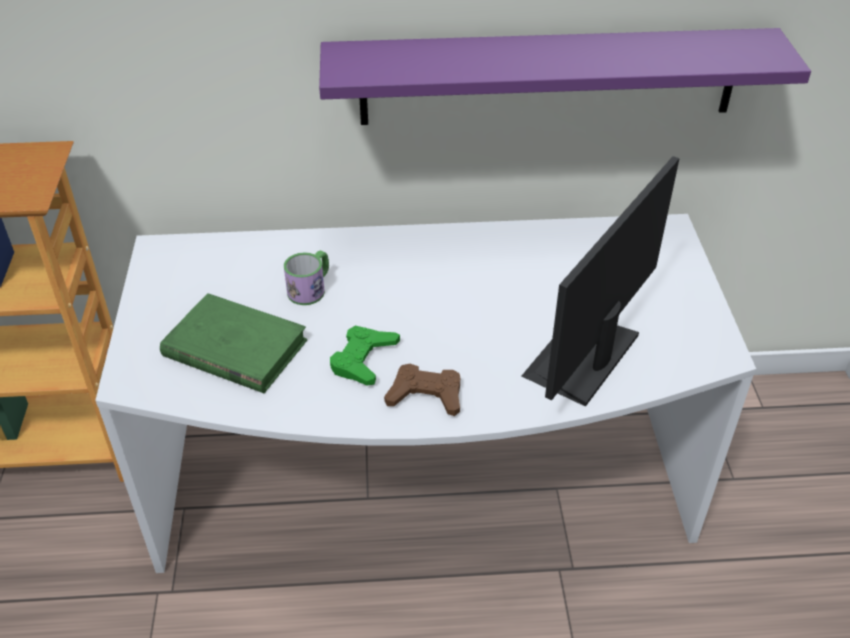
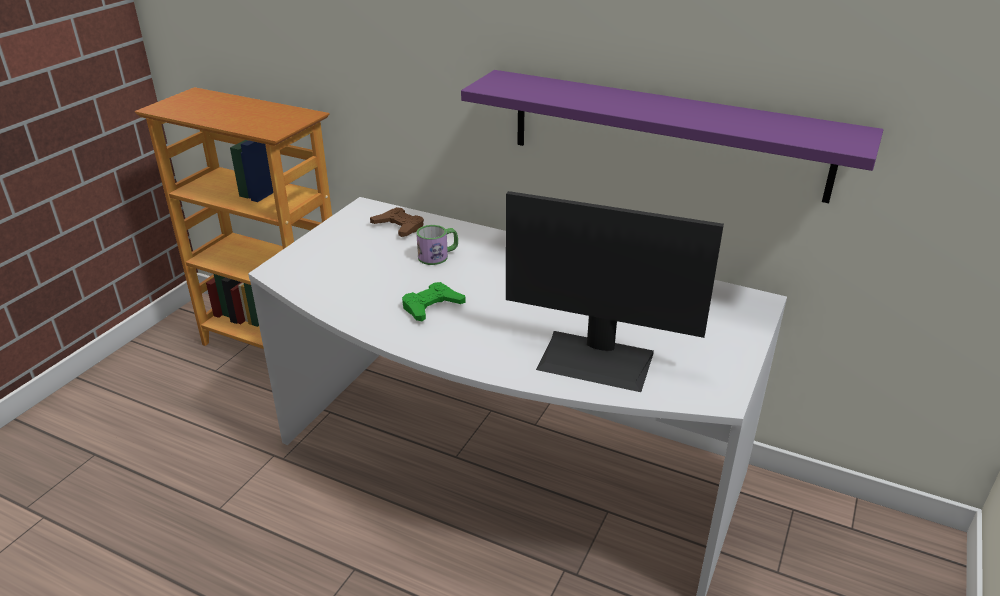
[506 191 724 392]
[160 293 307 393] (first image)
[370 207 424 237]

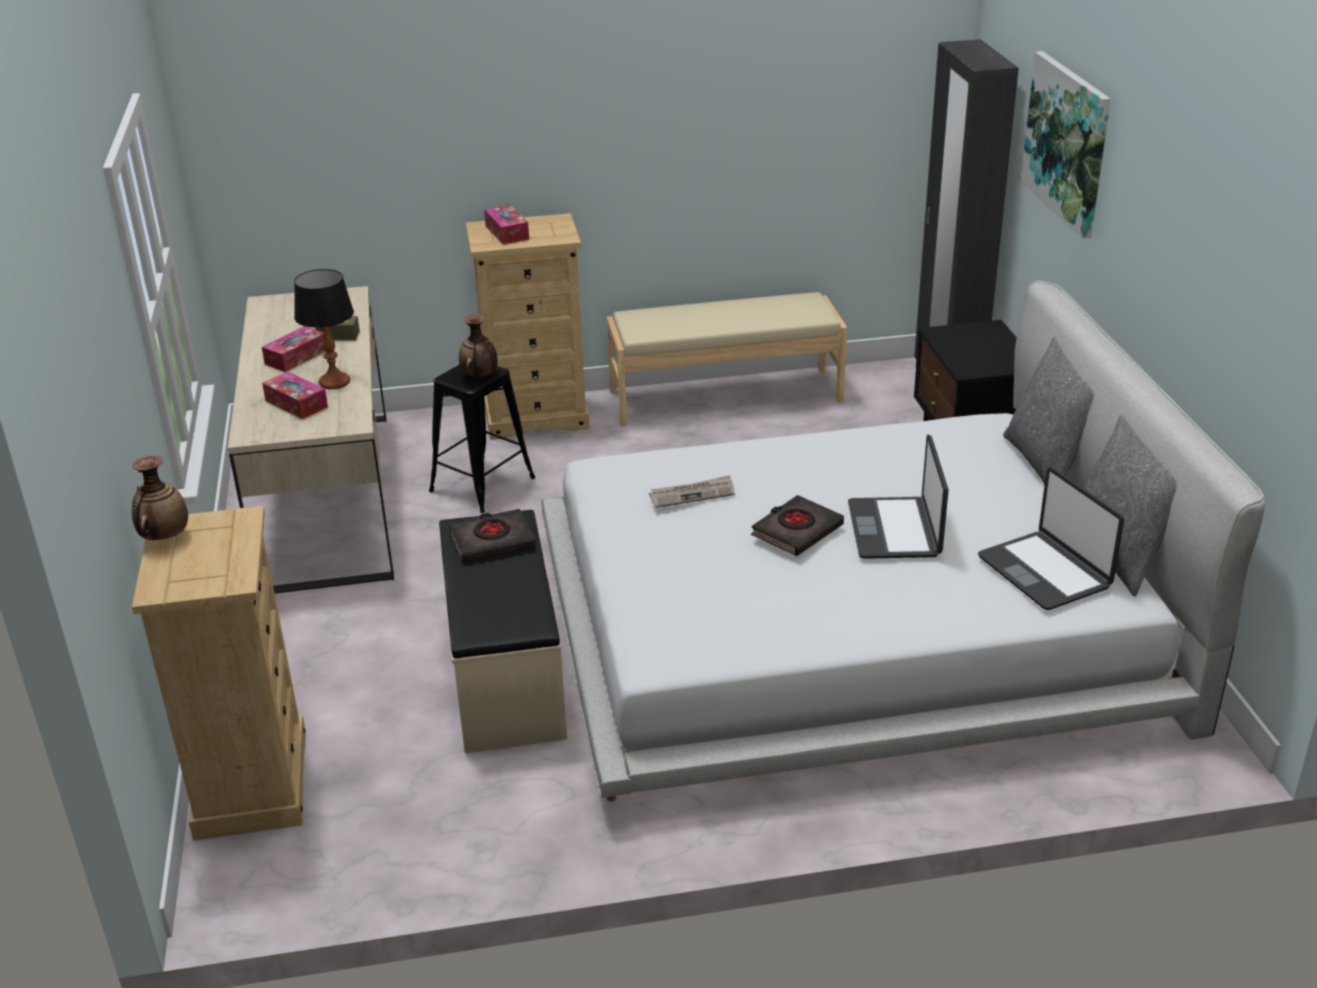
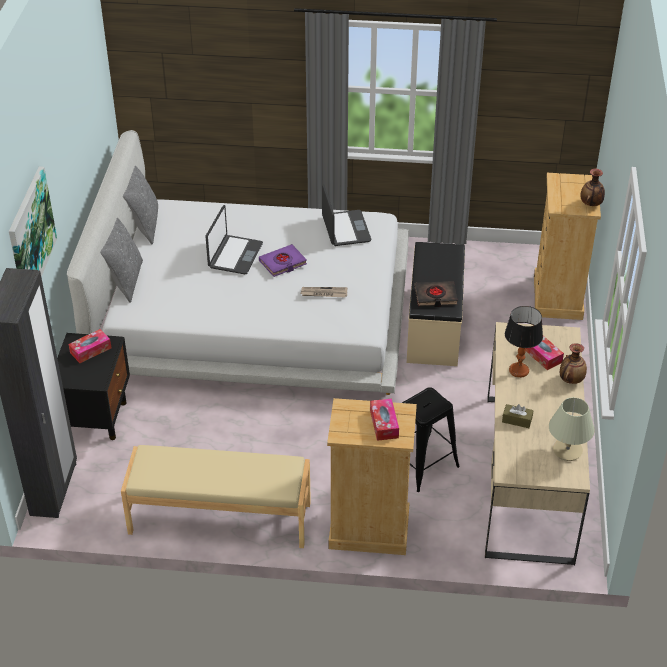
[560 343 587 384]
[69 329 111 363]
[322 184 371 246]
[259 244 307 277]
[549 397 595 461]

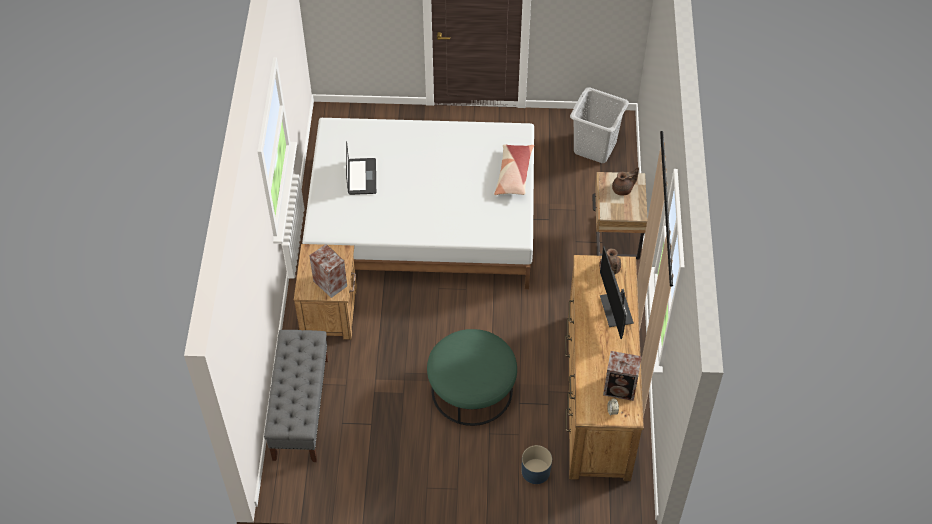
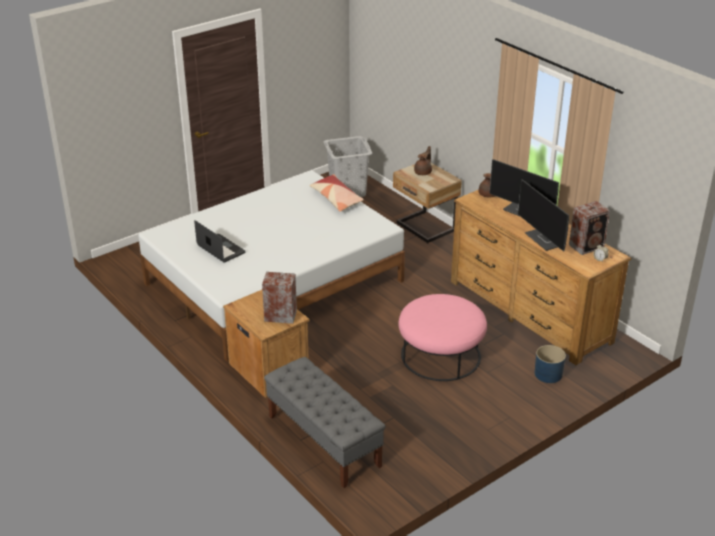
[399 294 487 381]
[518 179 569 252]

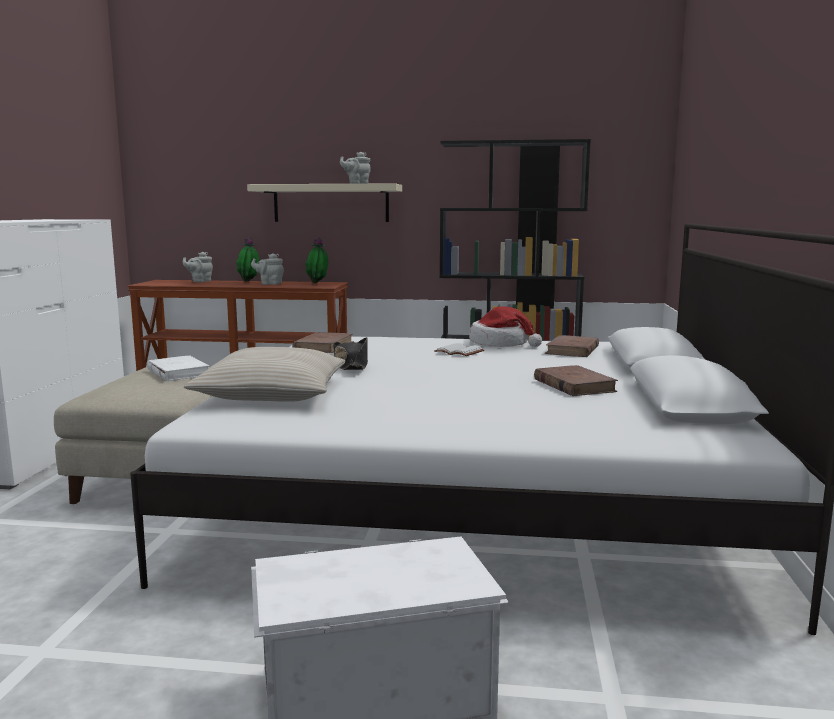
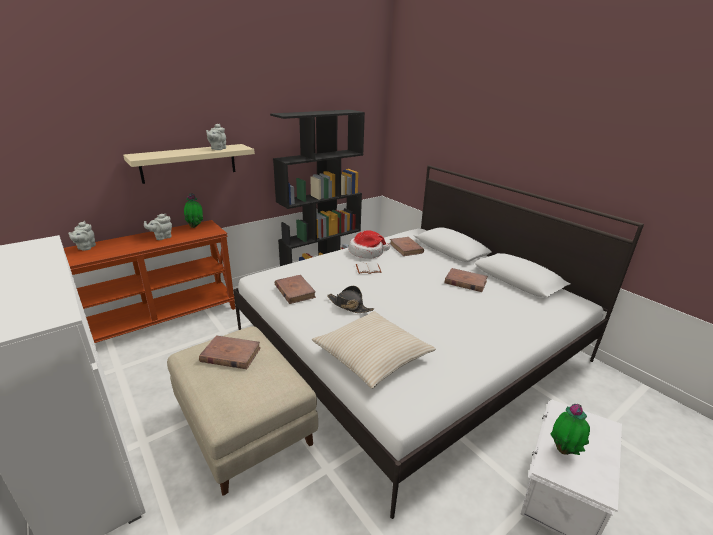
[550 404 590 455]
[199 335 261 369]

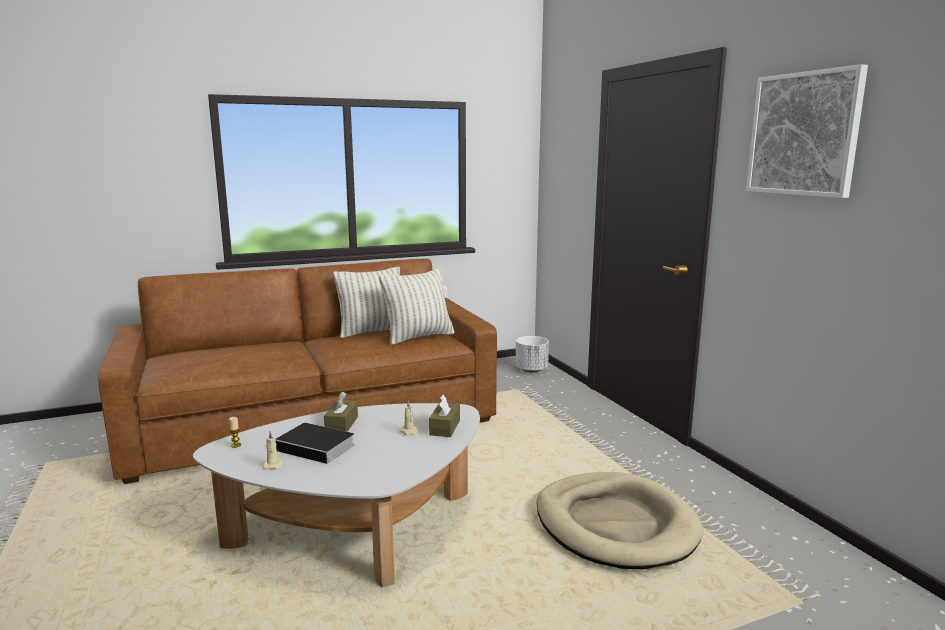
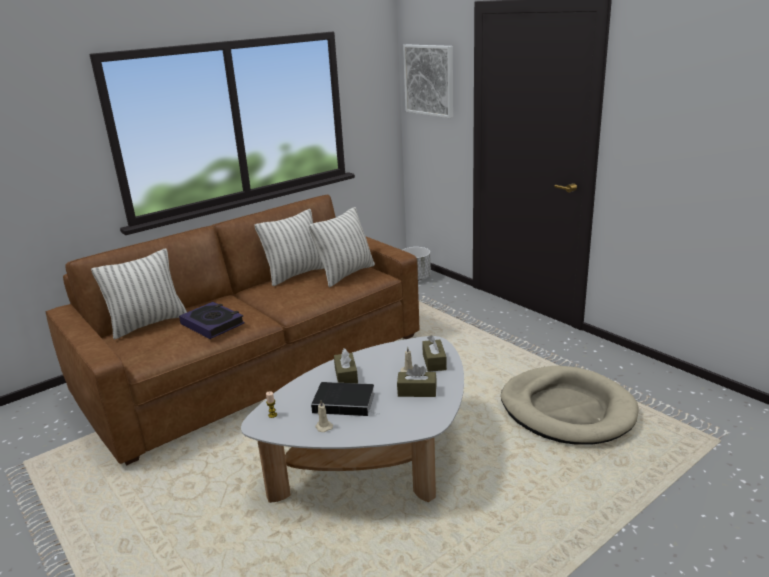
[403 45 453 118]
[91 248 187 340]
[179 302 245 339]
[397 364 437 397]

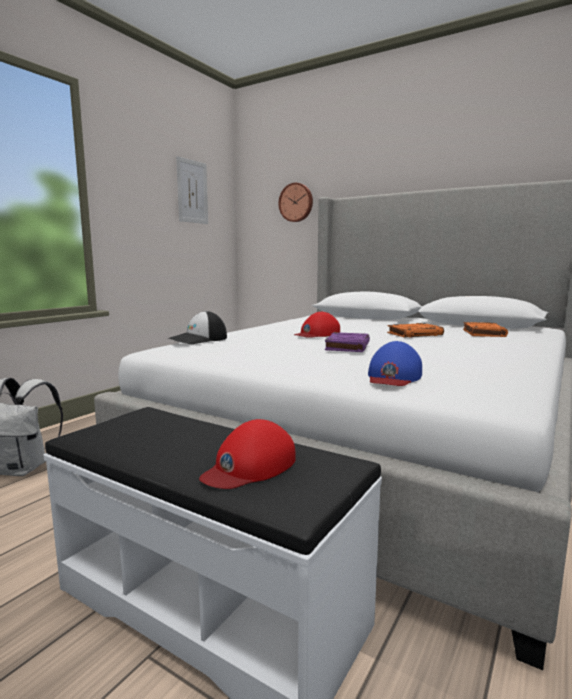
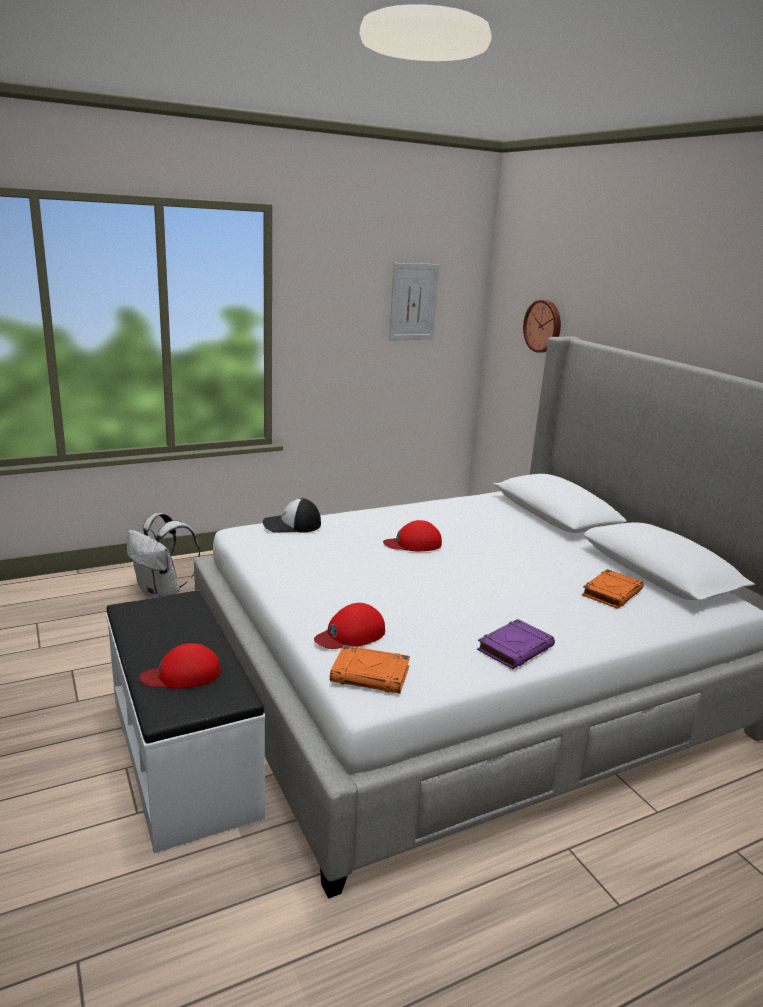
[330 645 410 694]
[477 619 555 669]
[314 603 385 649]

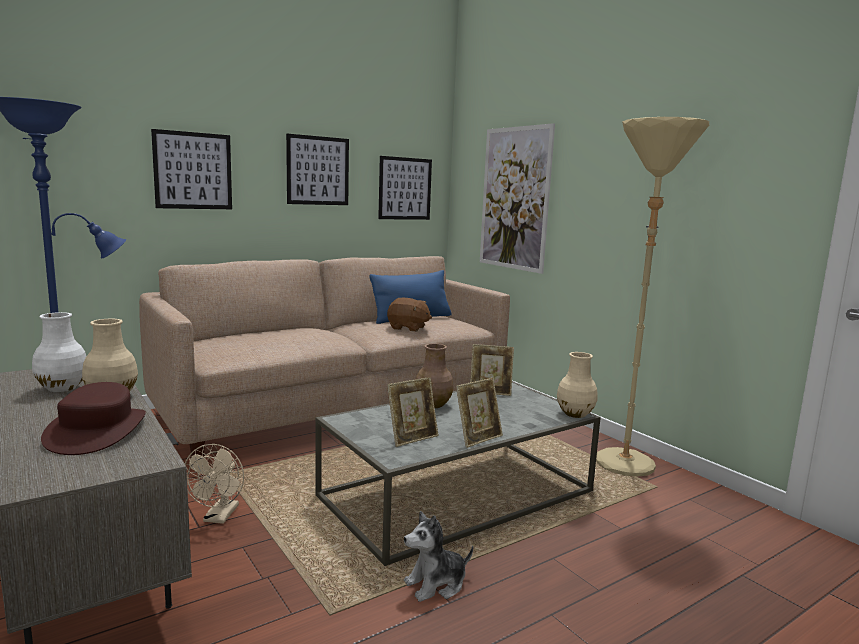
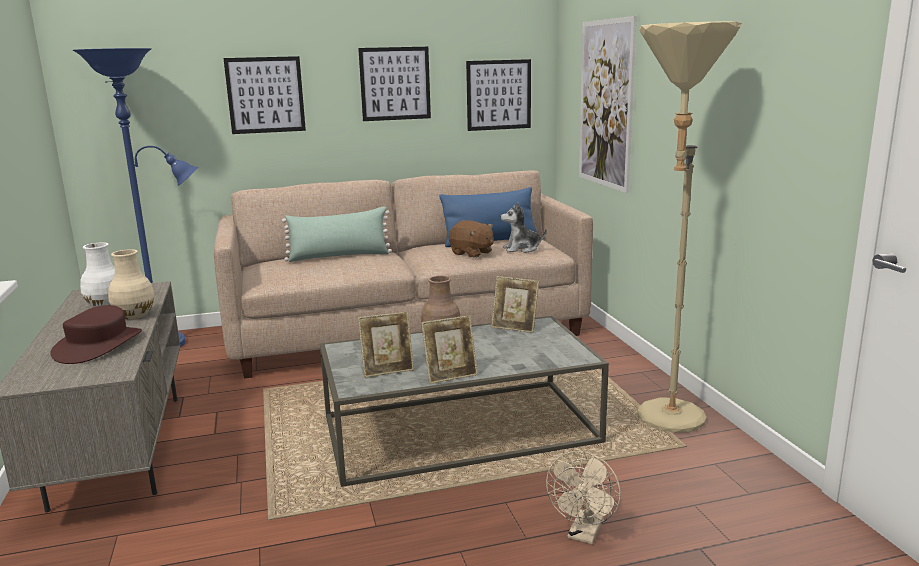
[557 352 598 418] (first image)
[546 451 621 544]
[500 202 547 253]
[282 206 392 262]

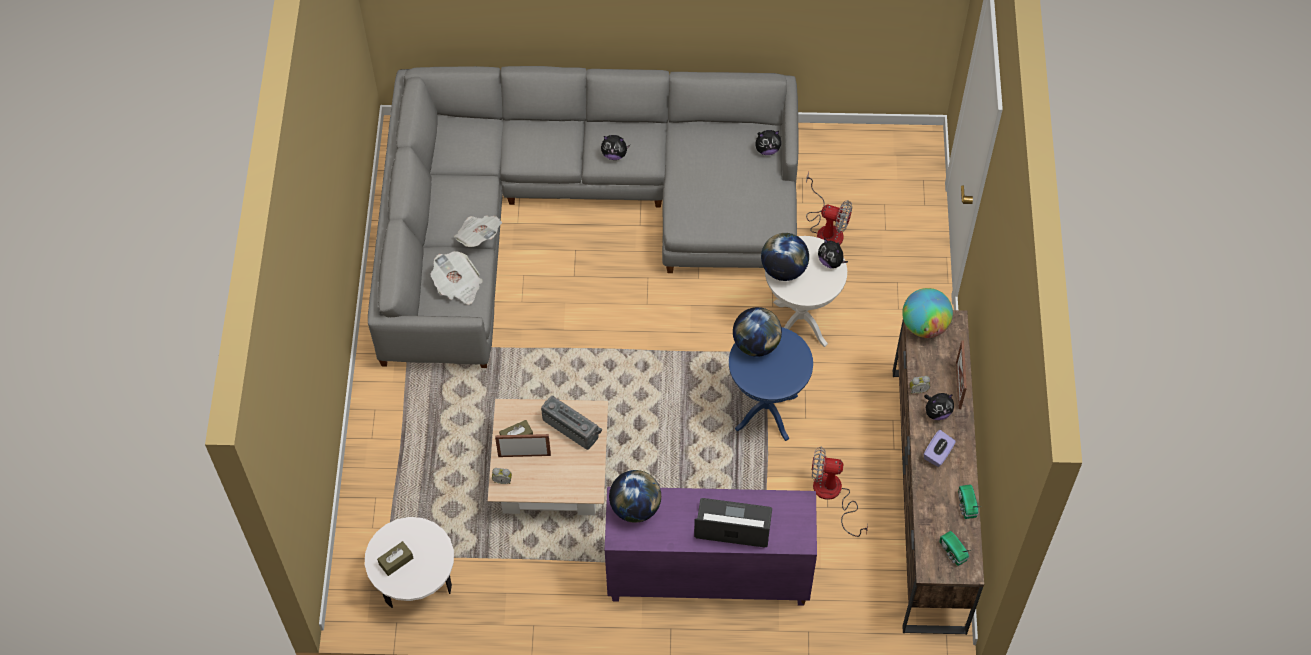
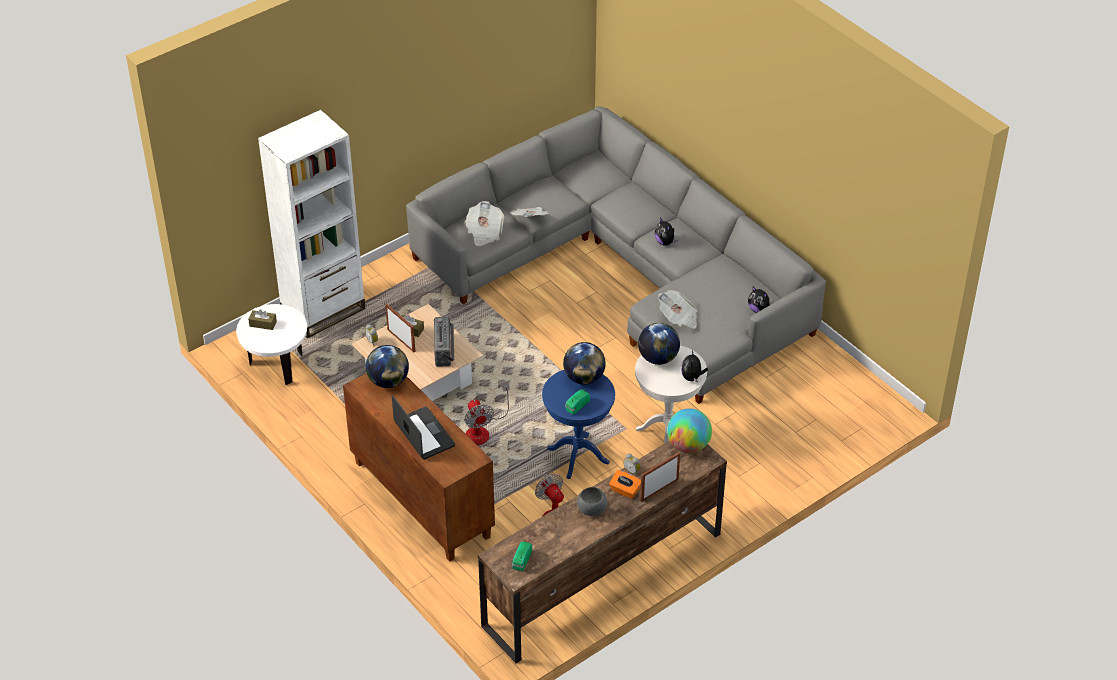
[464 384 509 445]
[609 470 641 499]
[577 487 607 516]
[565 389 590 415]
[343 373 495 561]
[258 110 365 339]
[658 290 697 329]

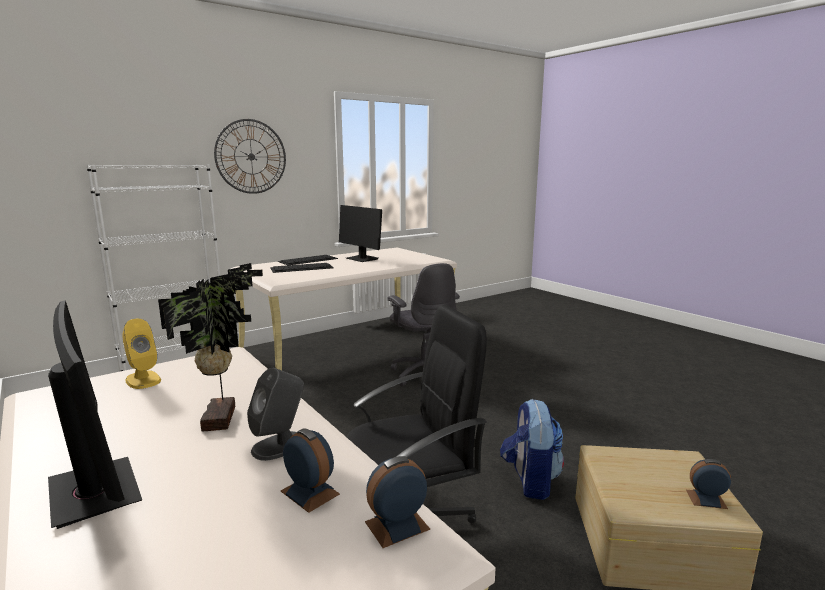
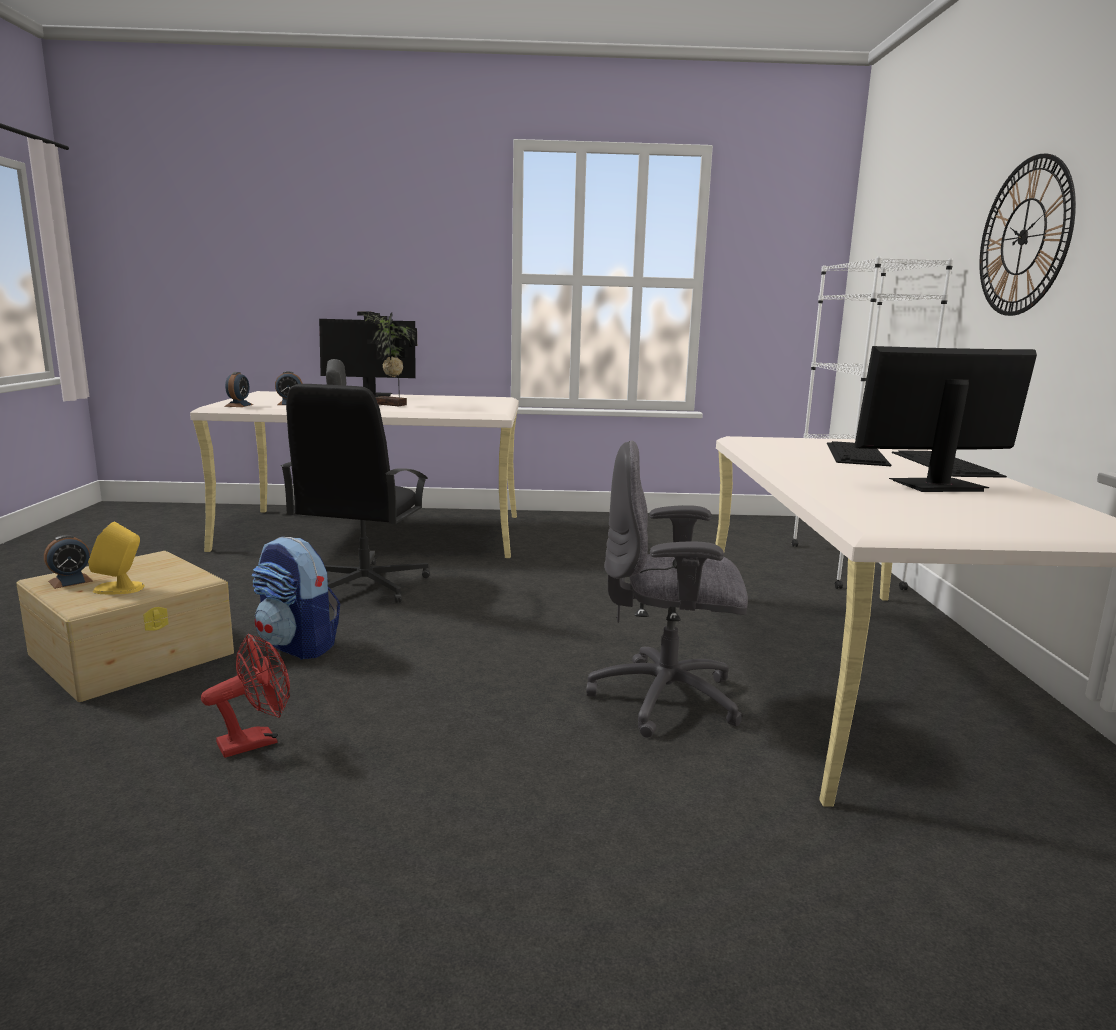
[88 522 145 594]
[201 634 290 758]

